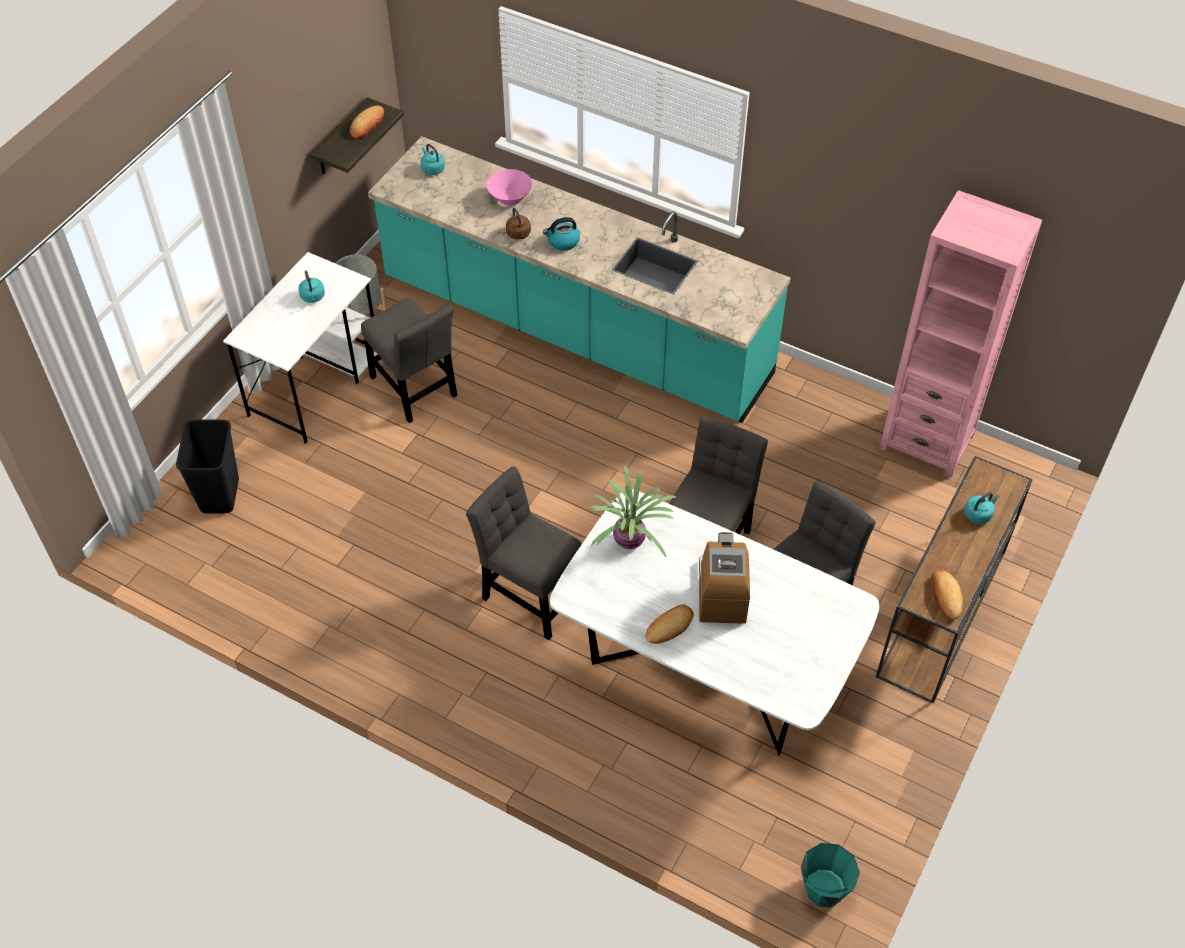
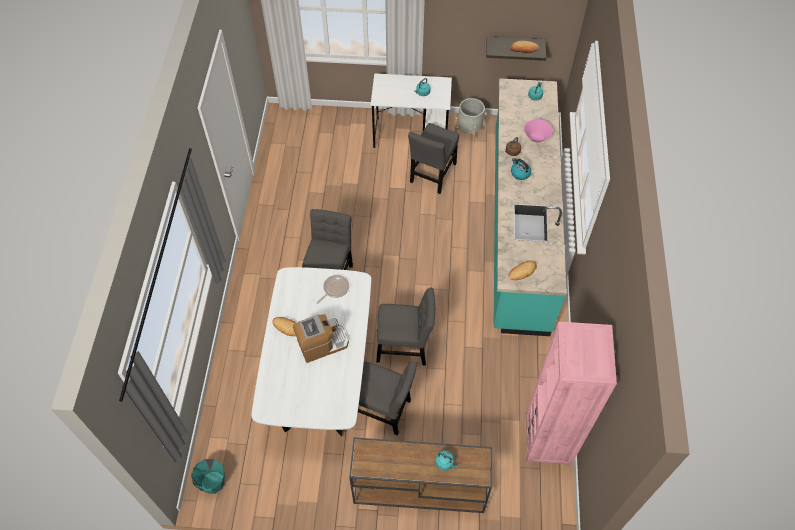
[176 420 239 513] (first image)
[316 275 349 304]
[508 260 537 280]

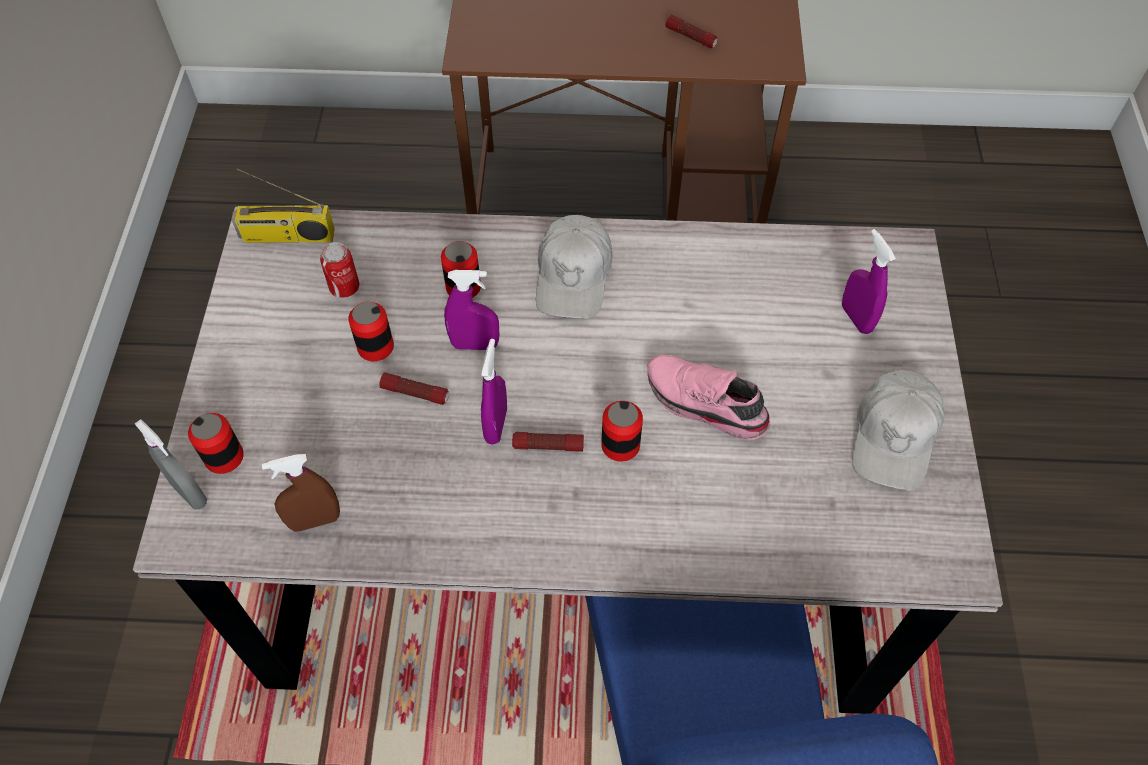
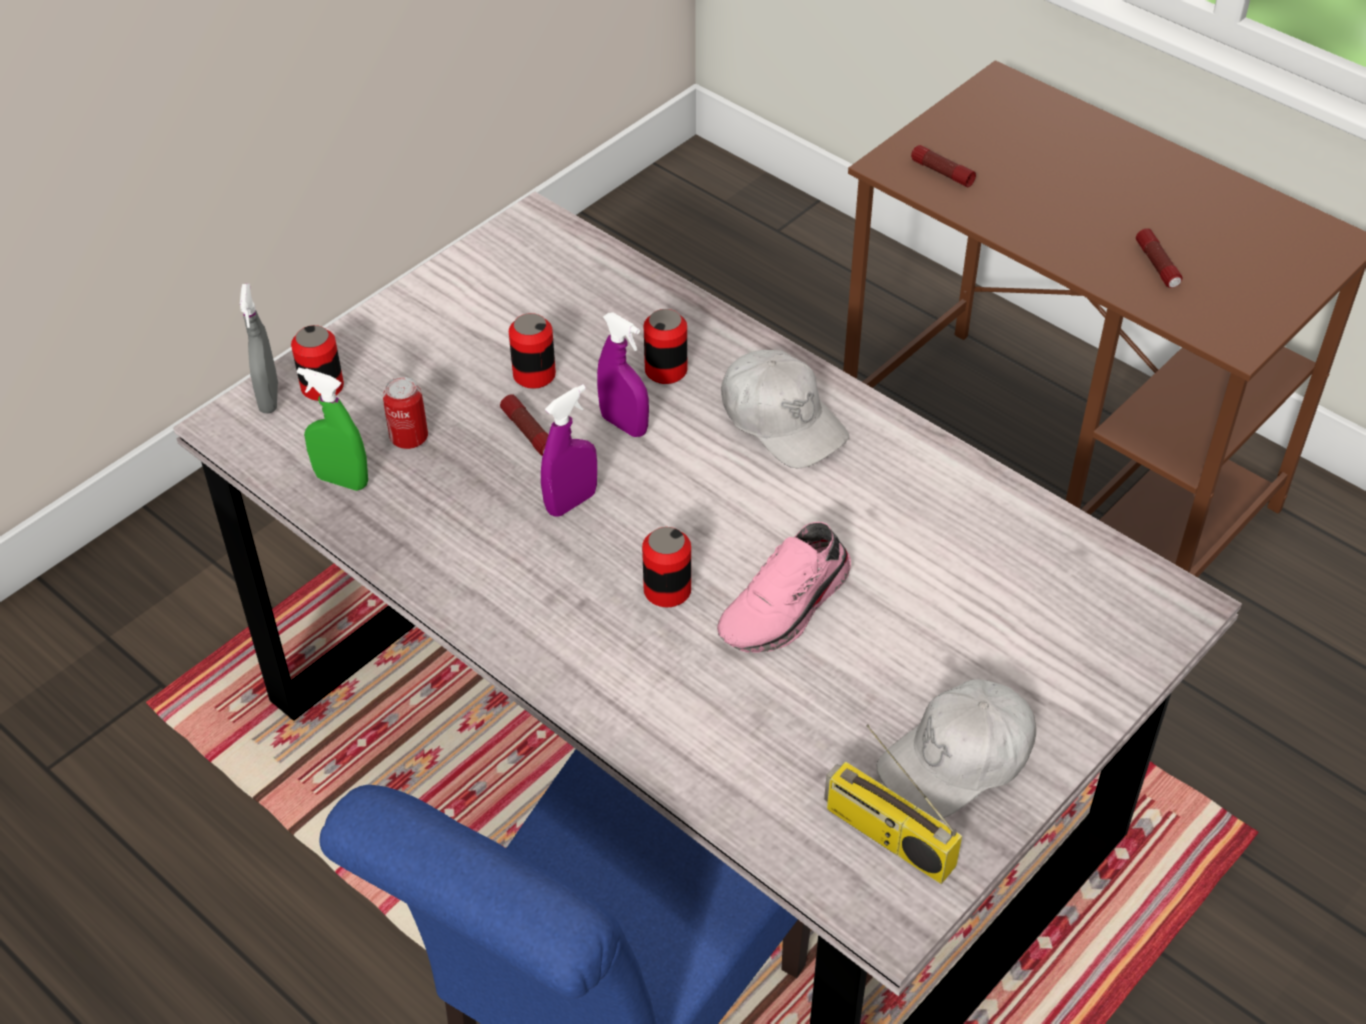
[824 725 962 884]
[721 350 849 468]
[842 229 896 334] (first image)
[383 377 428 449]
[717 522 851 653]
[911 145 976 187]
[297 368 368 491]

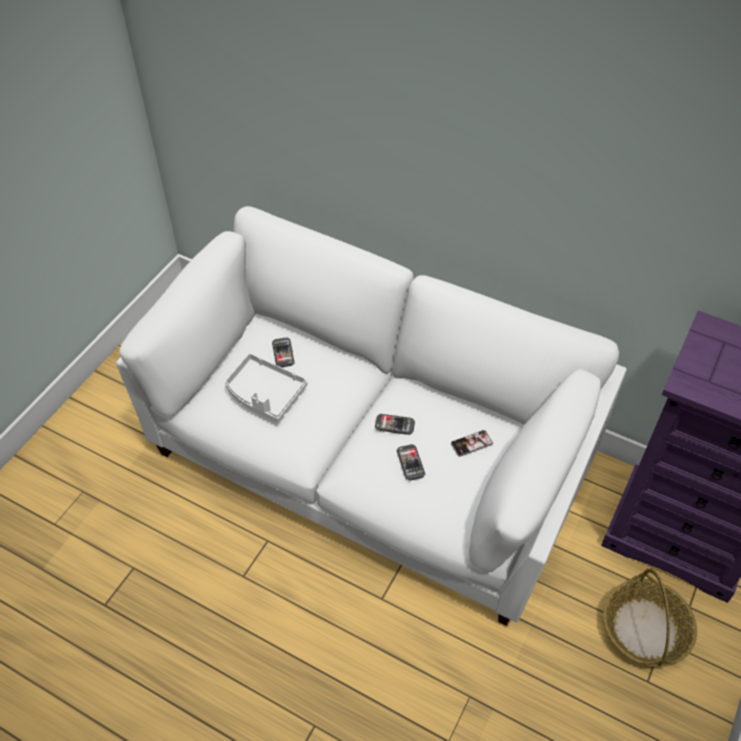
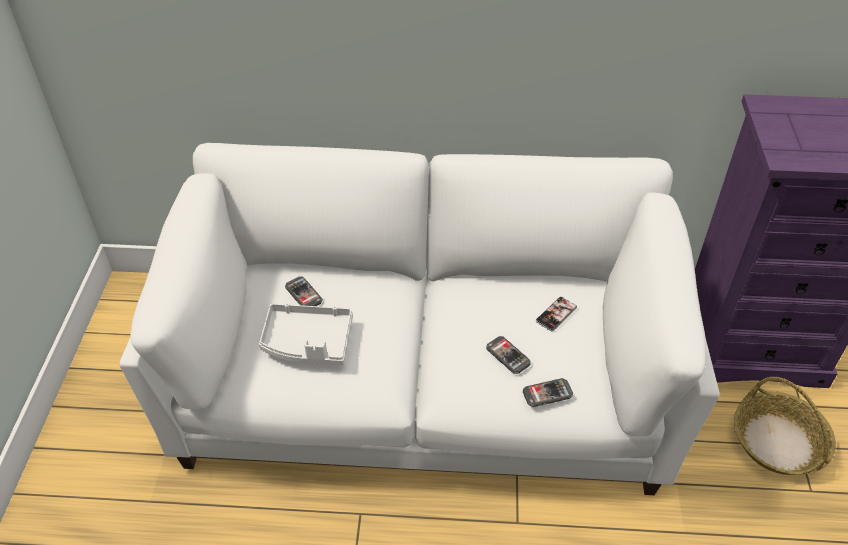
[523 378 573 407]

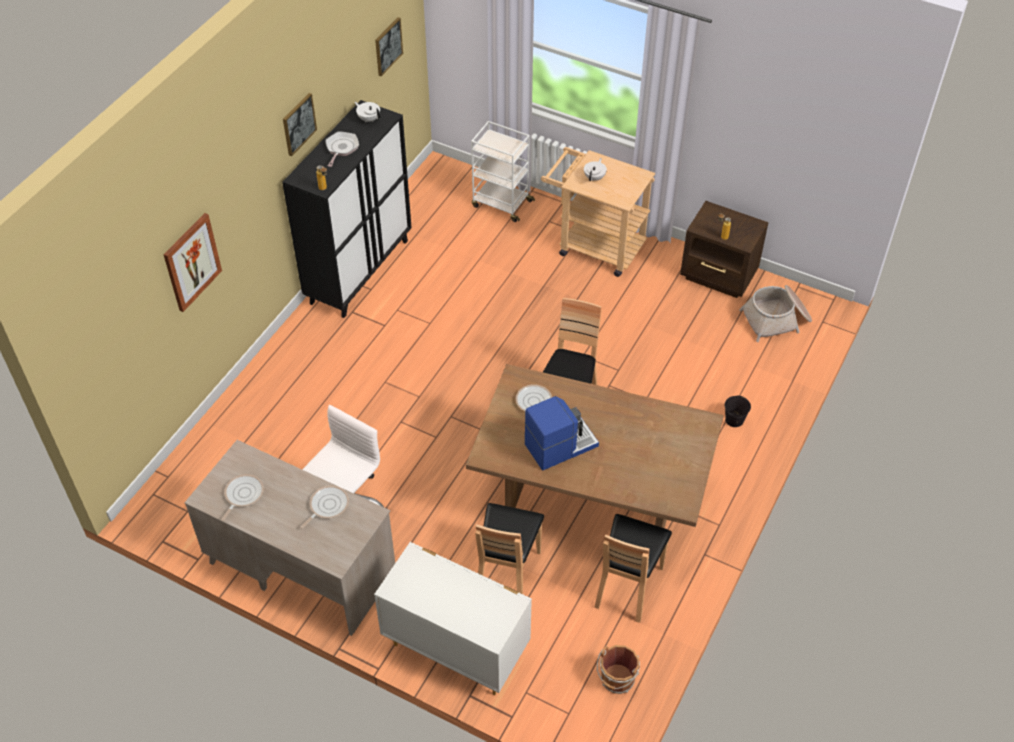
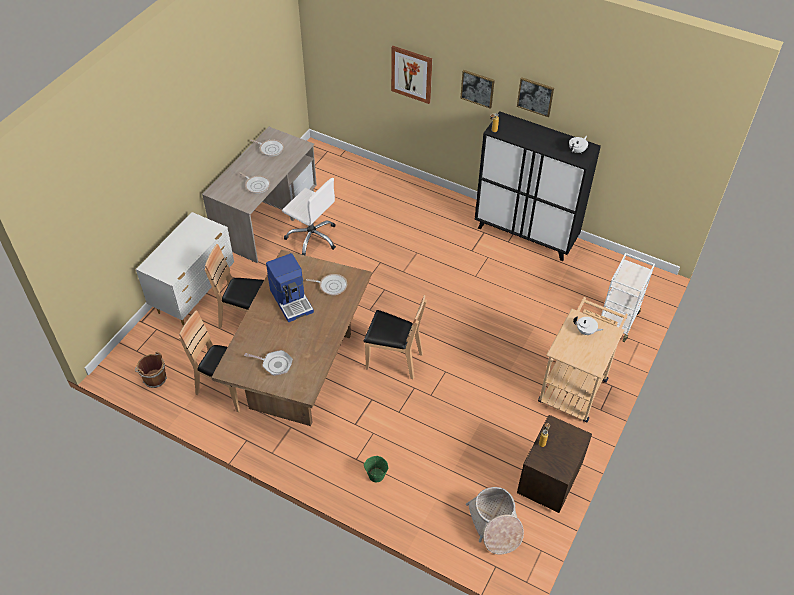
[461 70 495 109]
[244 350 293 376]
[364 455 388 482]

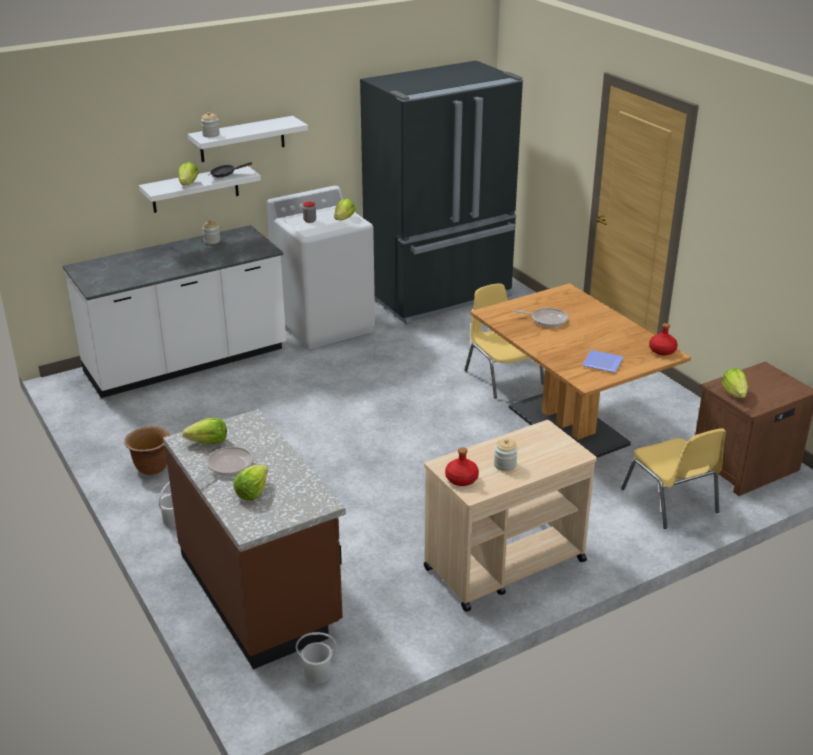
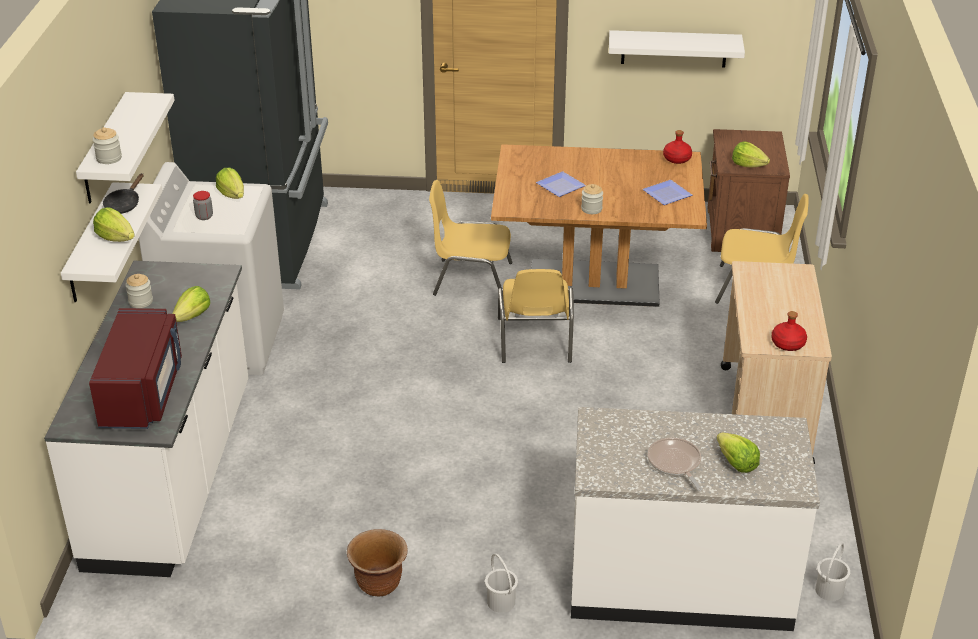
[536 171 586 197]
[571 407 820 631]
[172 286 210 322]
[581 184 603 214]
[609 30 745 68]
[498 269 574 363]
[89 308 182 429]

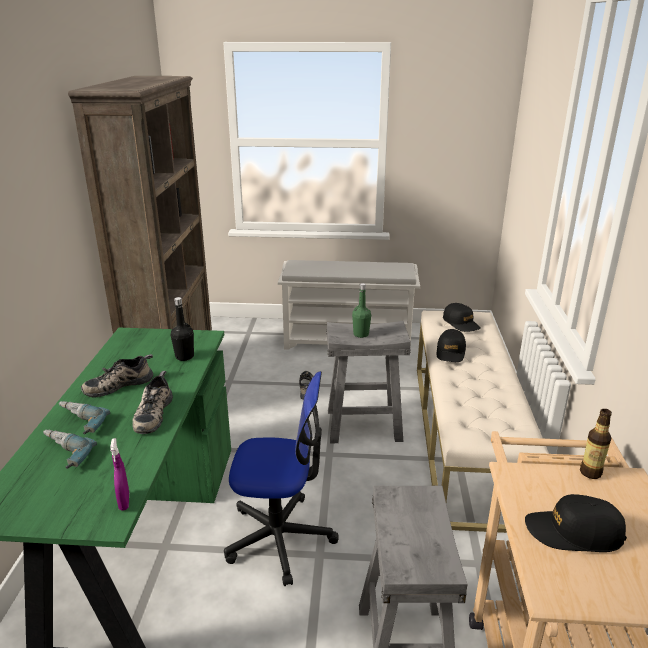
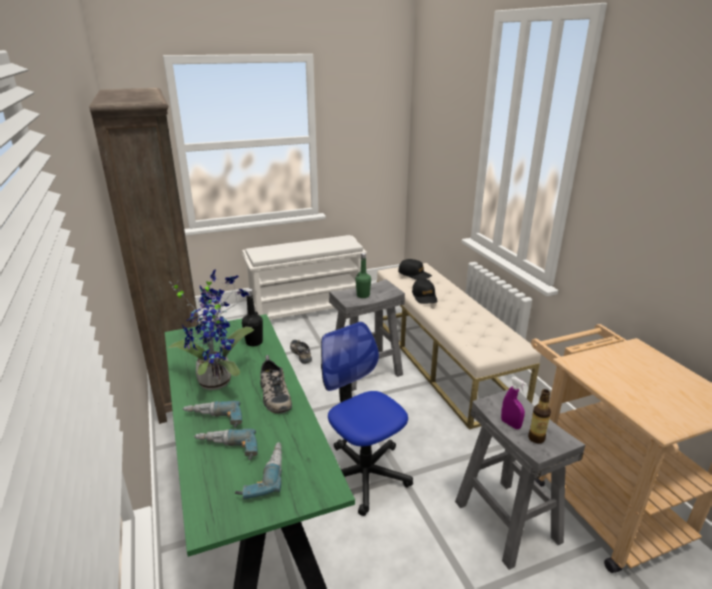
[168 270 254 390]
[321 322 413 516]
[528 389 551 444]
[501 377 527 429]
[525 494 627 552] (first image)
[235 442 282 499]

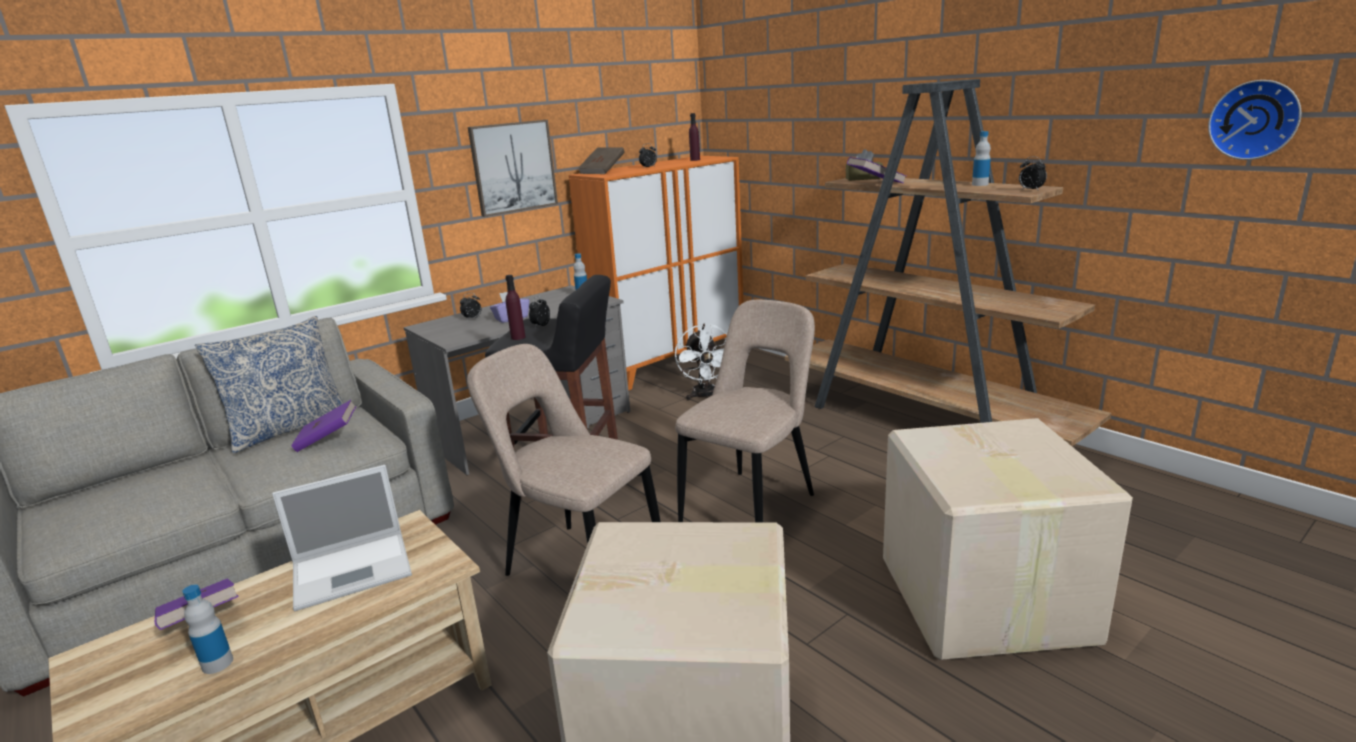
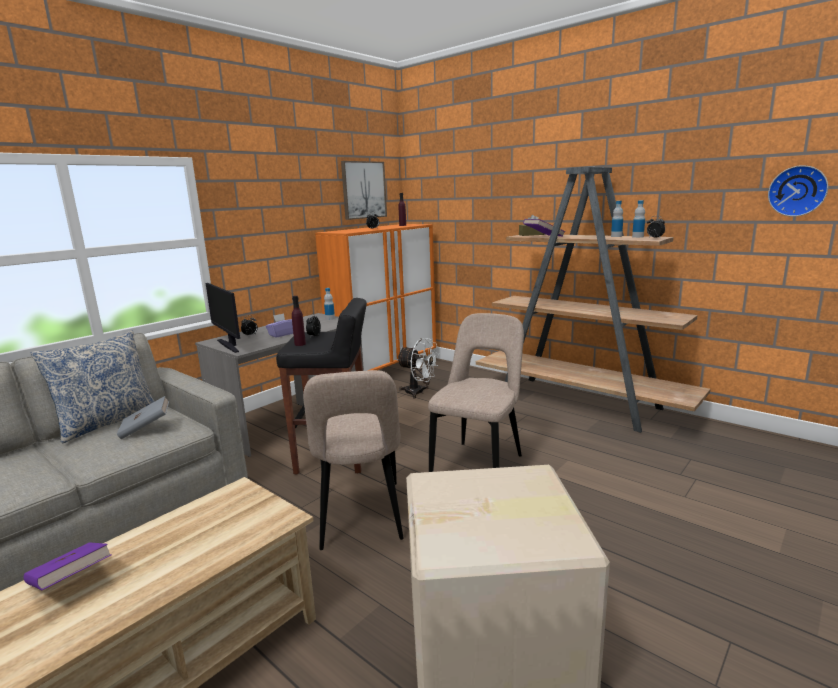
[341 161 387 220]
[578 147 625 174] (first image)
[396 338 439 398]
[303 370 404 550]
[117 396 169 439]
[883 418 1133 660] (first image)
[272 465 412 611] (first image)
[632 200 645 238]
[206 283 240 353]

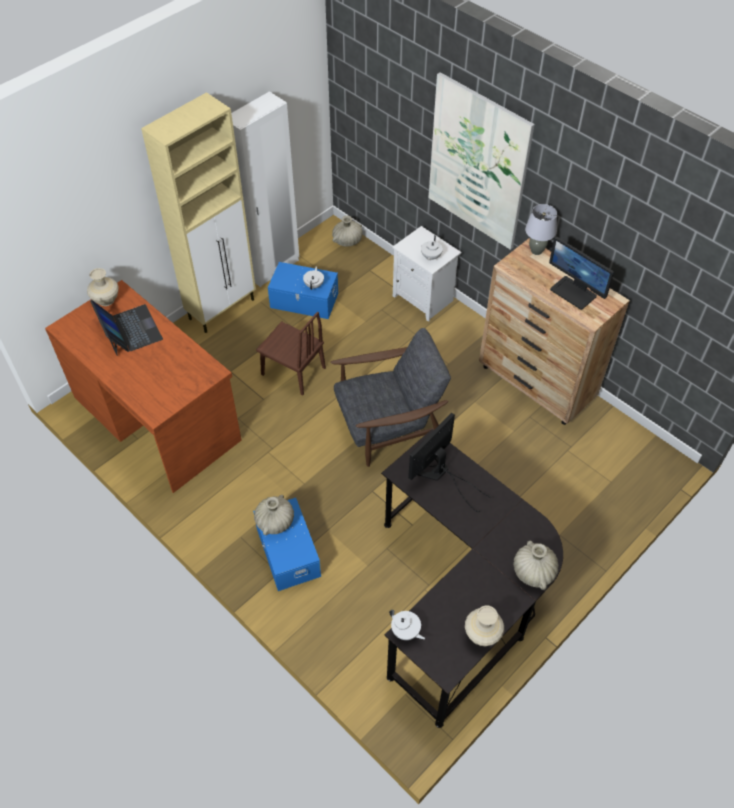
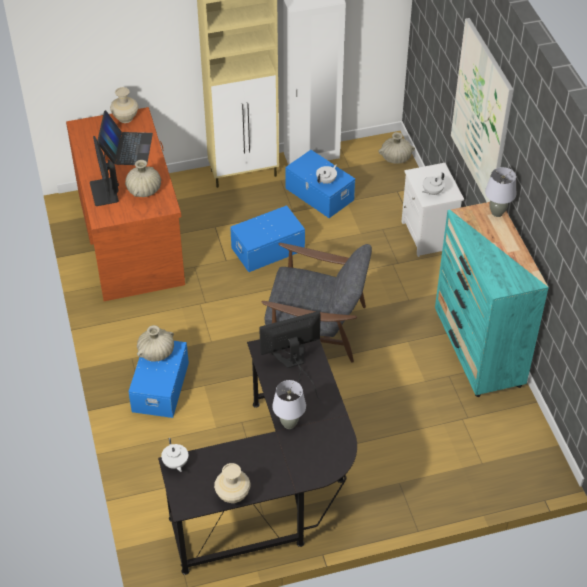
[90 136 119 206]
[435 202 549 397]
[230 205 305 272]
[125 160 161 197]
[272 380 306 429]

